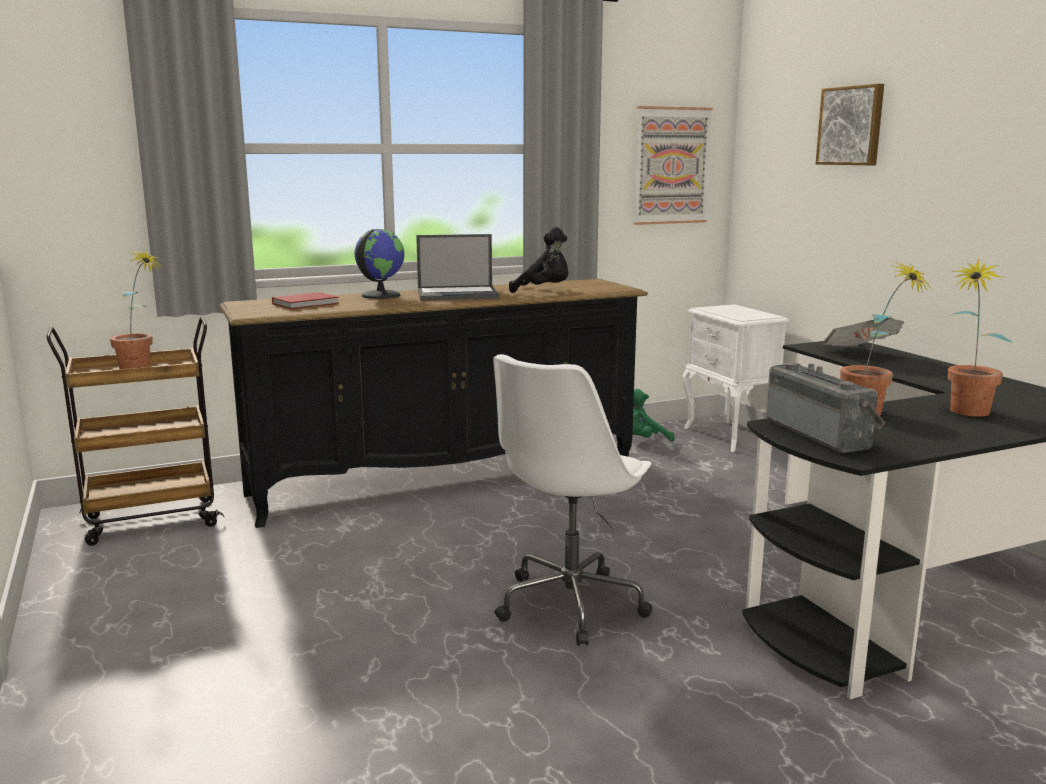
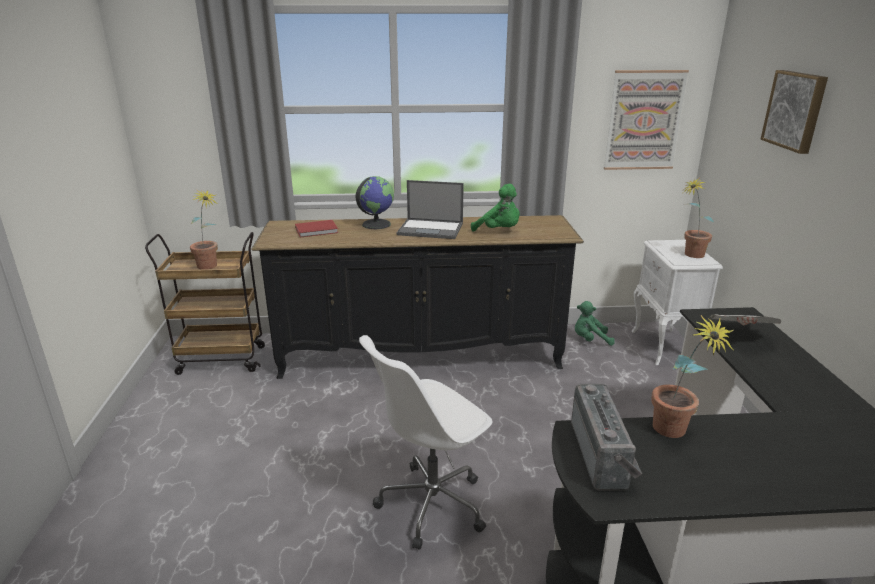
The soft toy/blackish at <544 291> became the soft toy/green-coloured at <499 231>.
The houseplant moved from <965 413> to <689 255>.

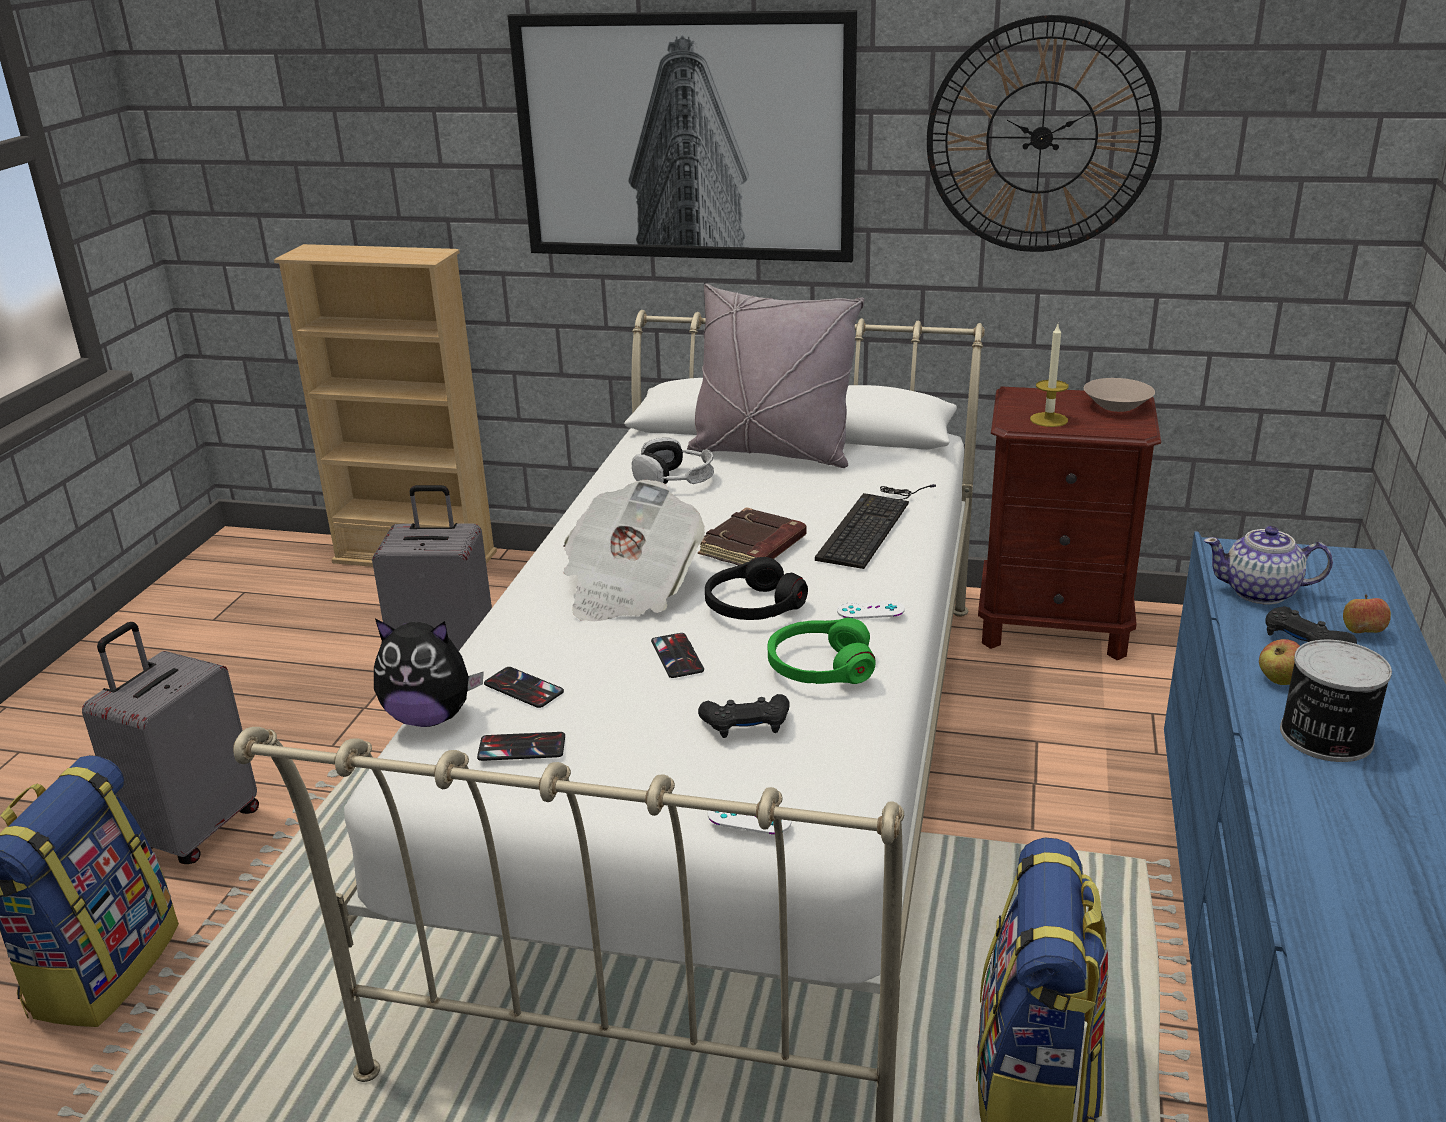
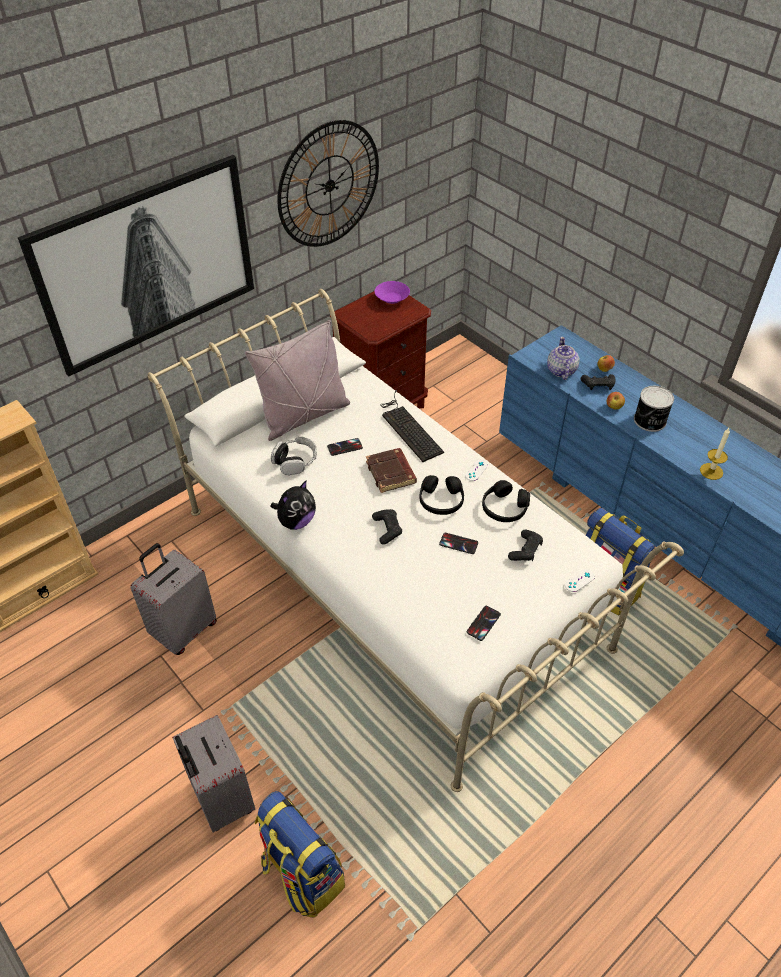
The soft toy moved from <430 717> to <296 521>.
The telephone moved from <523 688> to <345 447>.
The daily paper at <630 588> was replaced by the game controller/blackish at <387 529>.
The bowl/sand-coloured at <1116 406> became the bowl/purplish at <391 299>.
The headset/green-coloured at <820 667> became the headset/blackish at <504 508>.
The tea pot at <1261 592> turned 135 degrees clockwise.
The candle moved from <1049 420> to <711 471>.

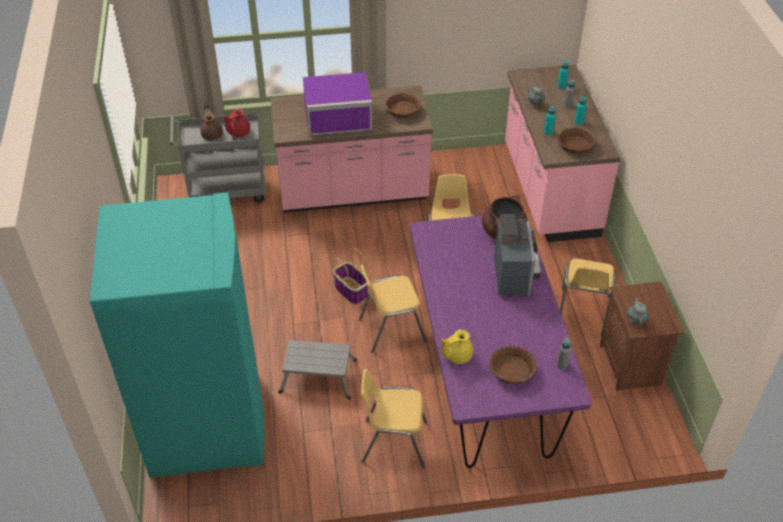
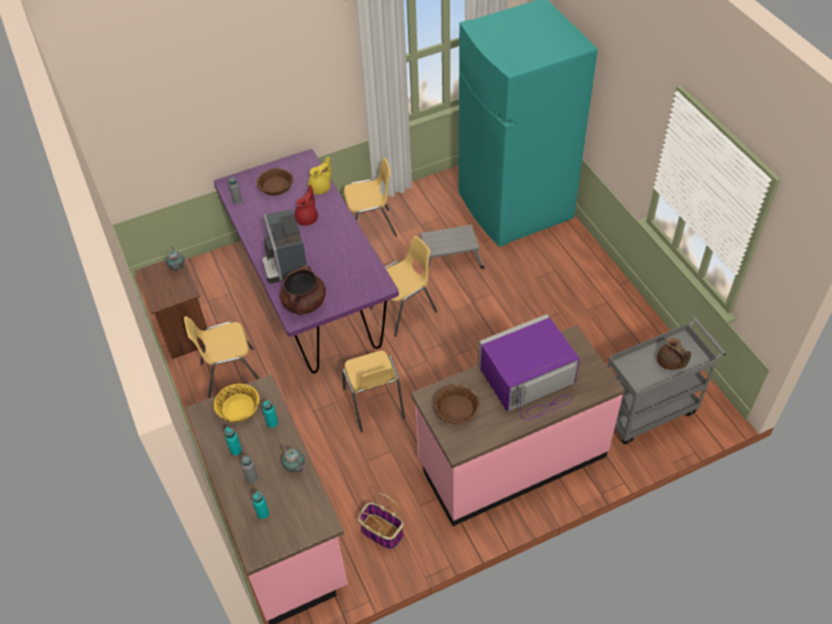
The upright chair/yellowish at <582 313> turned 105 degrees counterclockwise.
The bowl/brownish at <575 146> became the bowl/yellowish at <238 409>.
The tea pot/red moved from <238 132> to <308 218>.
The storage basket moved from <352 291> to <381 532>.

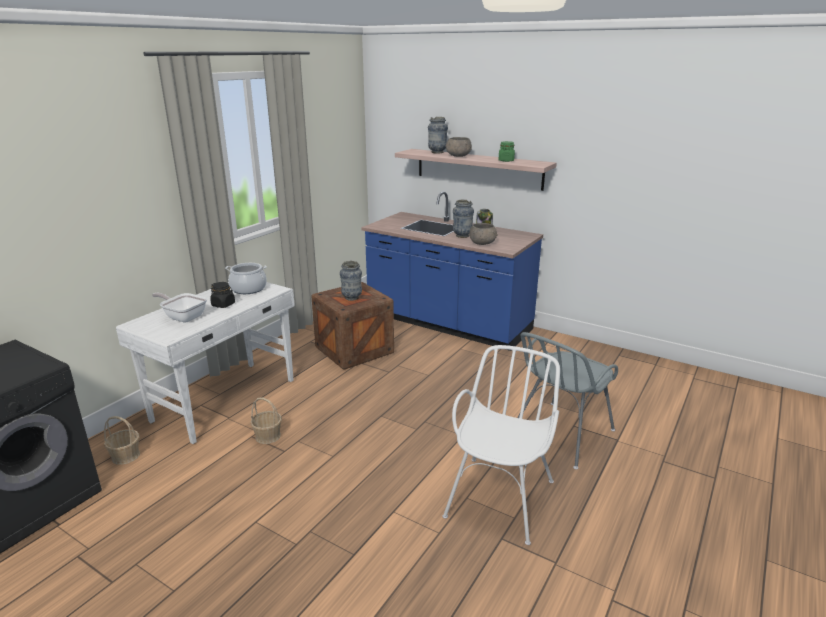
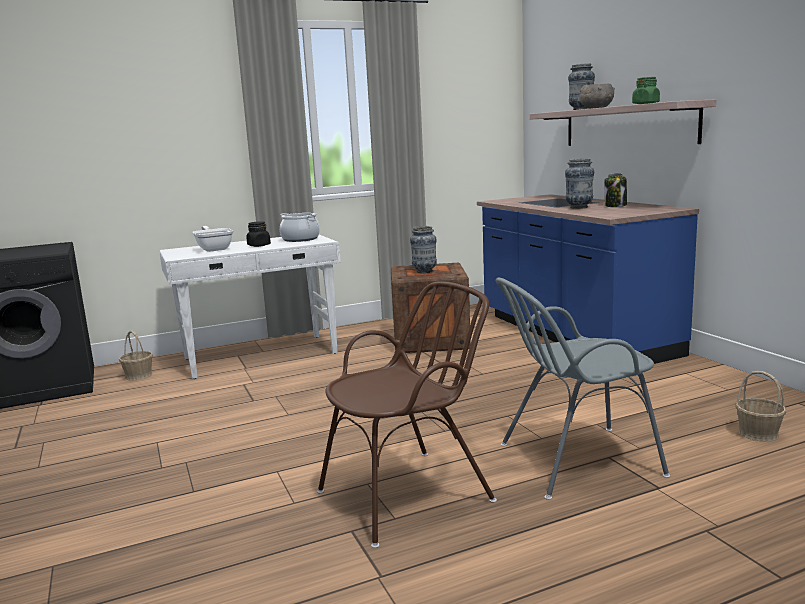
The upright chair/white-coloured at <500 494> became the upright chair/brownish at <410 492>.
The storage basket moved from <268 436> to <758 433>.
The bowl/grey at <483 243> disappeared.

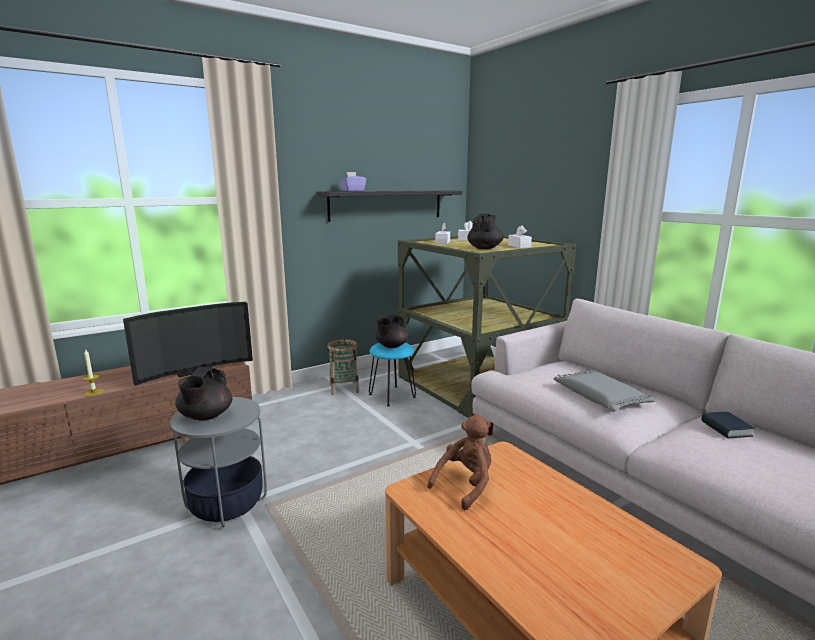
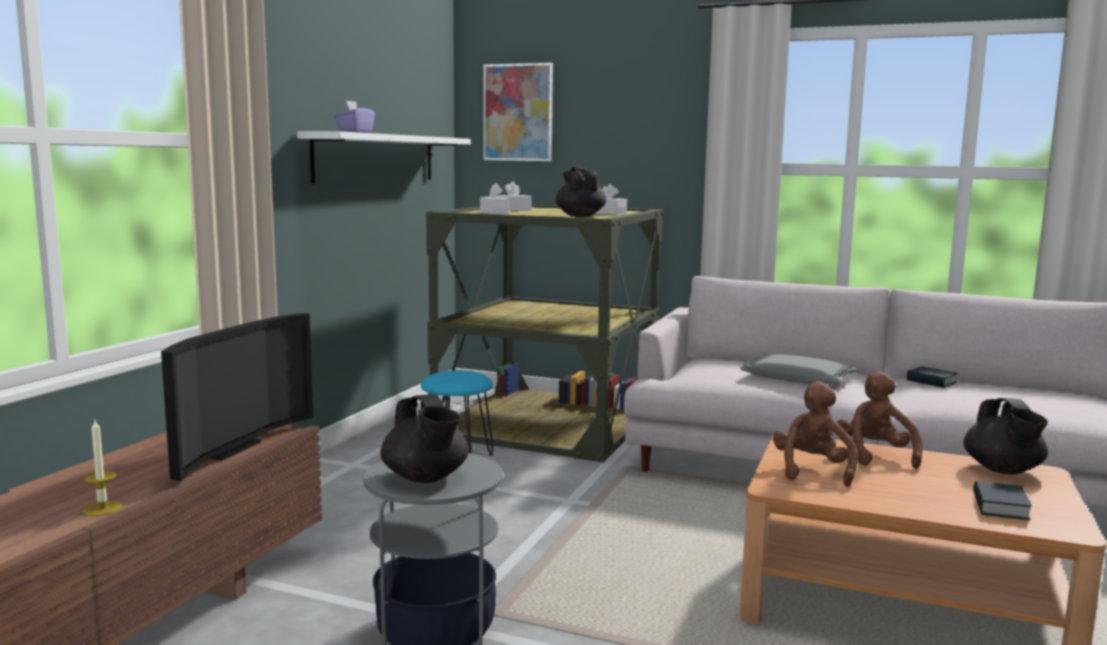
The shelf/blackish at <387 205> became the shelf/white-coloured at <376 158>.
The wall art at <518 112> appeared.
The soft toy/brownish at <875 456> appeared.
The tea pot/blackish moved from <391 346> to <1003 470>.
The bound book at <1000 507> appeared.
The storage basket at <344 388> disappeared.

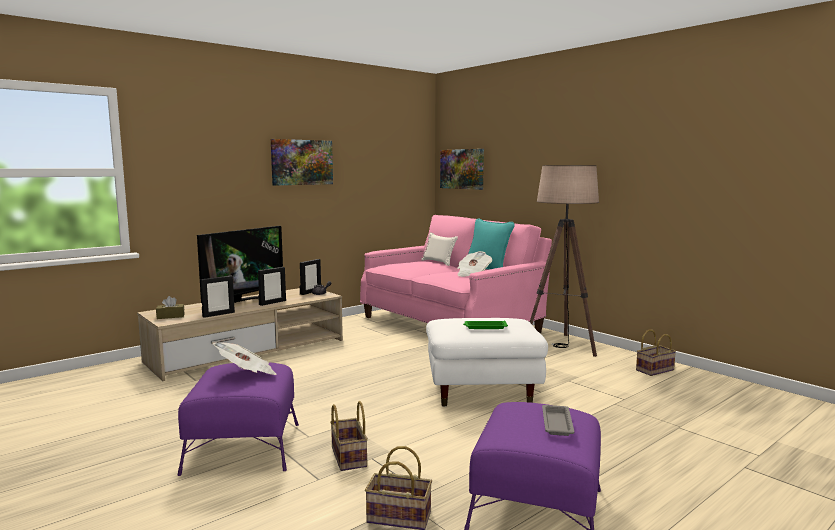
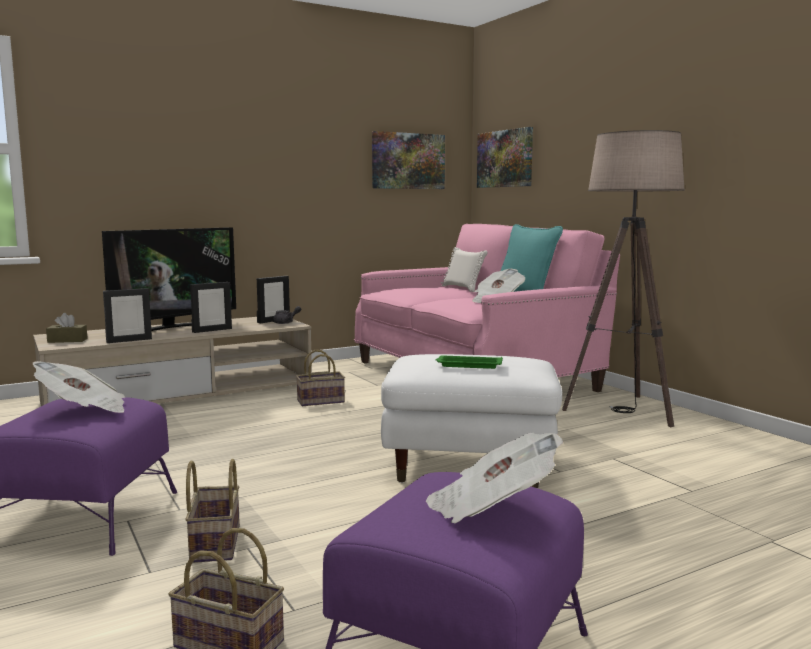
The storage basket moved from <655 370> to <321 401>.
The wall art moved from <302 162> to <408 161>.
The serving tray/grey at <557 423> was replaced by the daily paper at <491 509>.

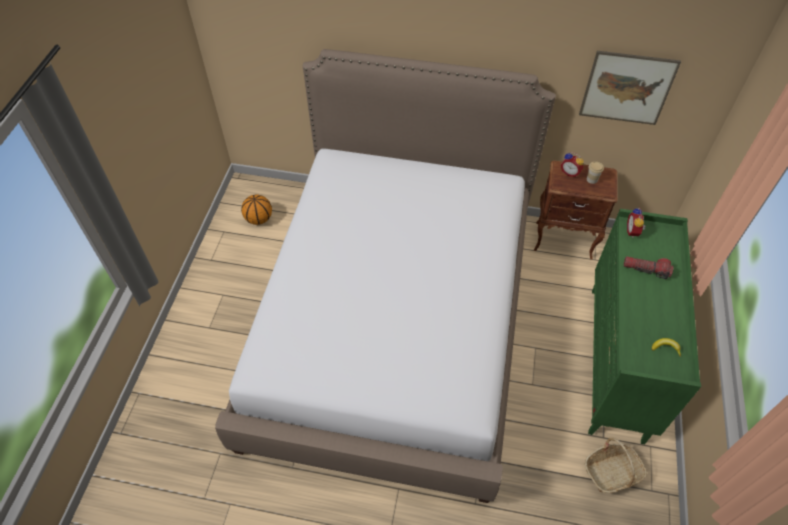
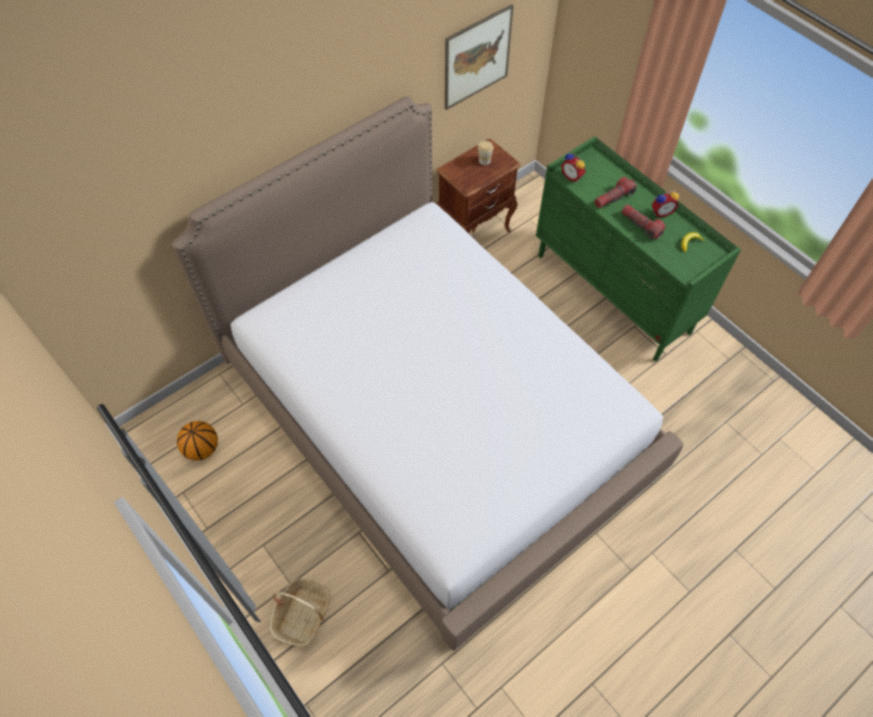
The storage basket moved from <612 472> to <302 615>.
The hand torch at <641 225> appeared.
The table clock moved from <570 172> to <661 212>.

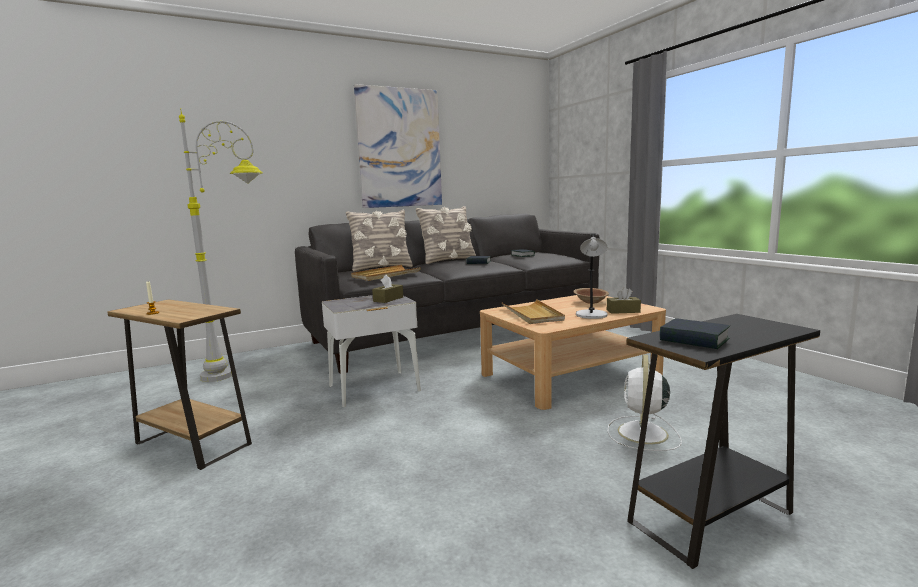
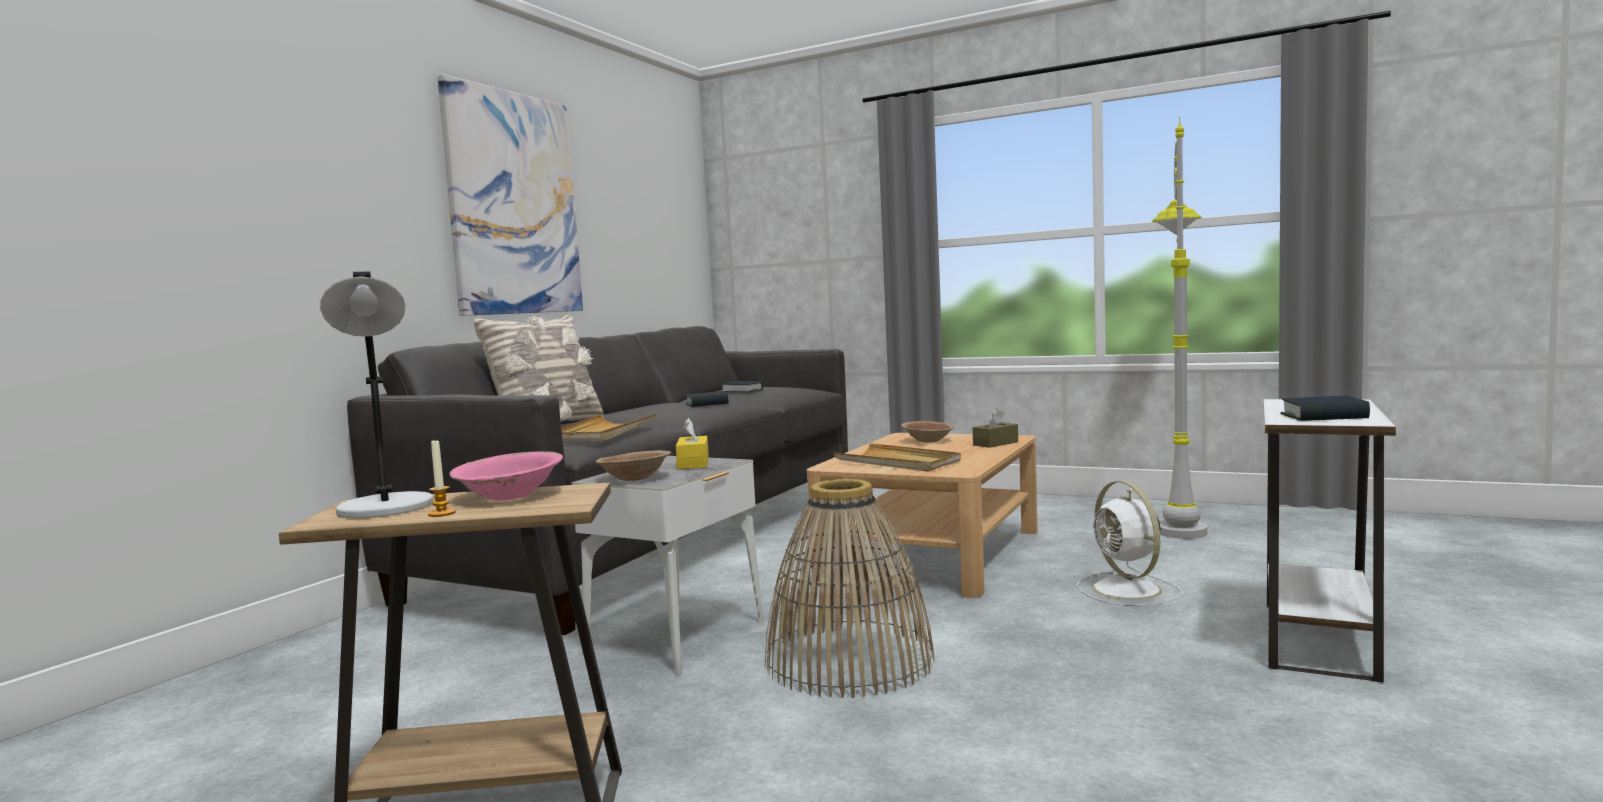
The lamp for a table/grey moved from <591 315> to <386 509>.
The bowl/pinkish at <509 495> appeared.
The bowl/brownish at <634 478> appeared.
The tissue holder/brownish at <388 299> became the tissue holder/yellowish at <693 463>.
The storage basket at <849 660> appeared.
The floor lamp/grey moved from <244 370> to <1179 522>.
The side table/blackish at <710 517> became the side table/white-coloured at <1318 640>.
The cushion/sand-coloured at <448 261> disappeared.

